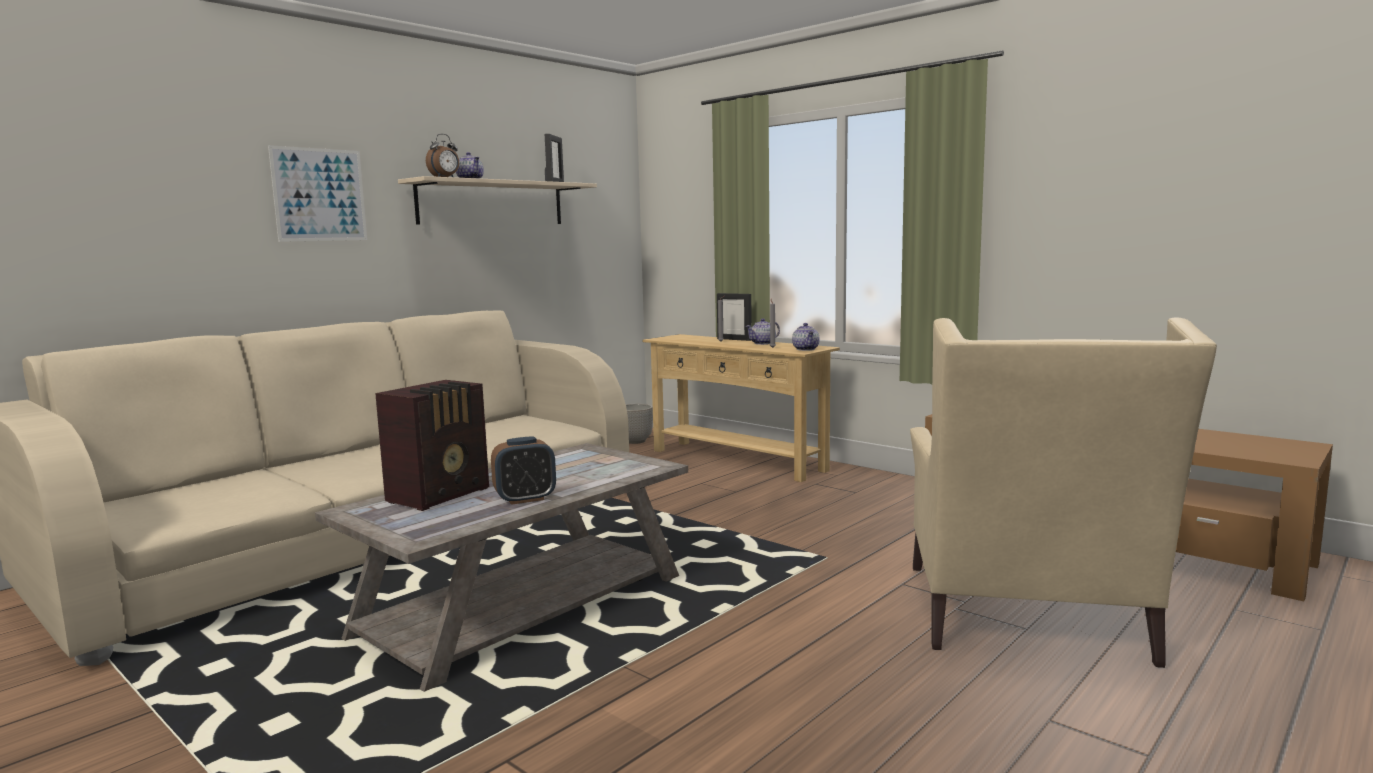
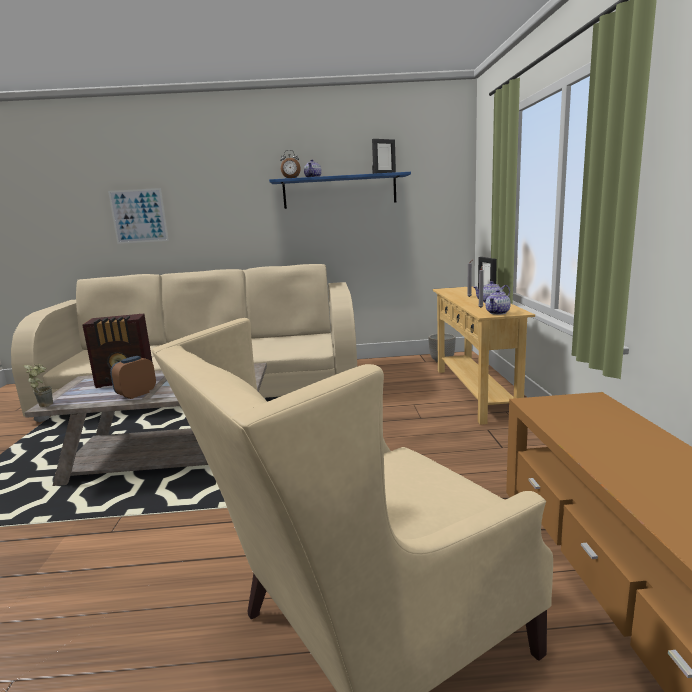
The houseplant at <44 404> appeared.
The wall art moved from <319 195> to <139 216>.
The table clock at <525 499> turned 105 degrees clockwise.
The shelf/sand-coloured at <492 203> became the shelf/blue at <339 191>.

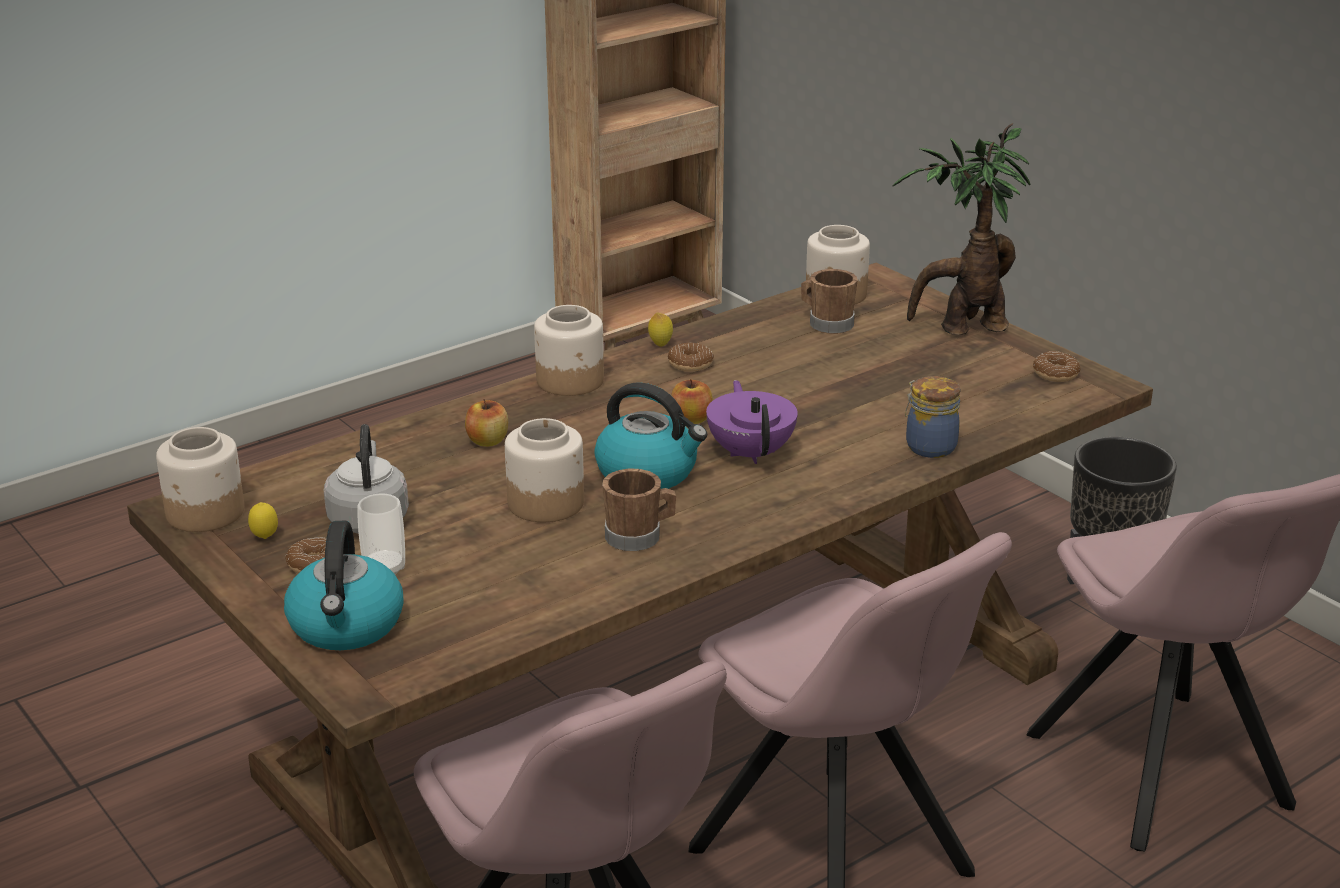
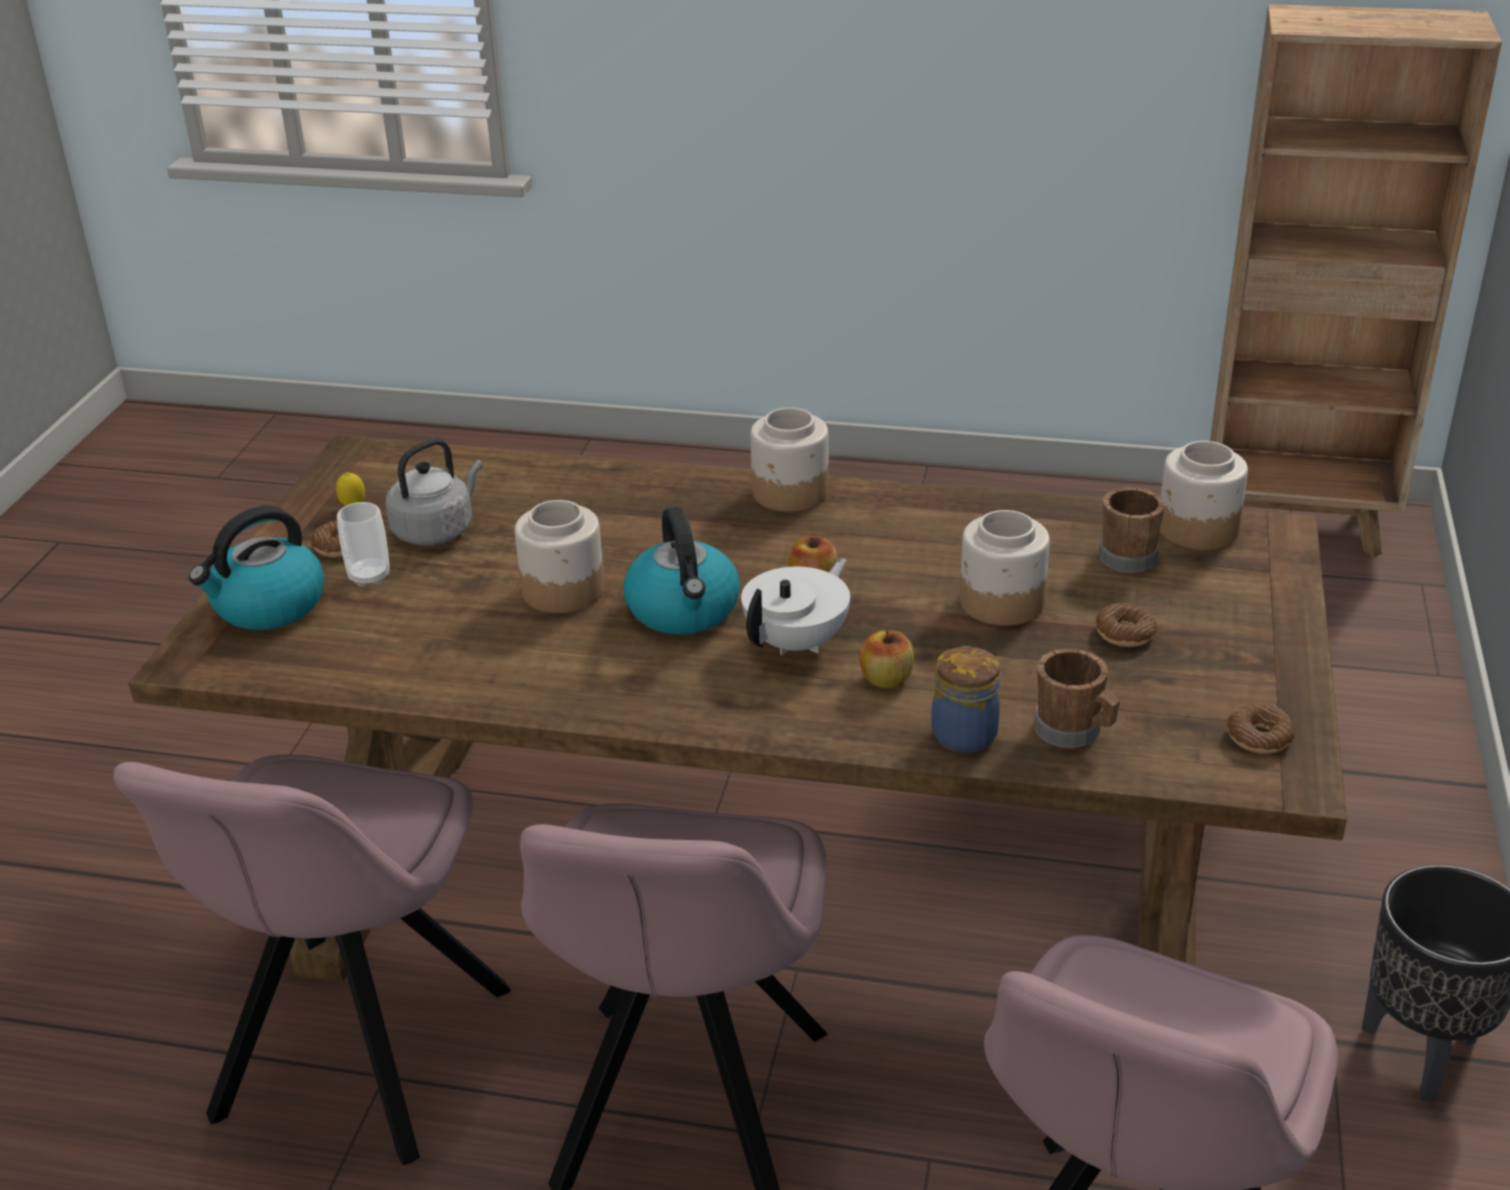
The tea pot/purplish at <751 452> became the tea pot/white-coloured at <798 642>.
The whole apple moved from <487 441> to <886 679>.
The storage jar moved from <205 513> to <1001 603>.
The mug/brownish moved from <639 537> to <1074 732>.
The ring doughnut moved from <690 364> to <1125 634>.
The citrus fruit at <660 344> disappeared.
The houseplant at <963 327> disappeared.

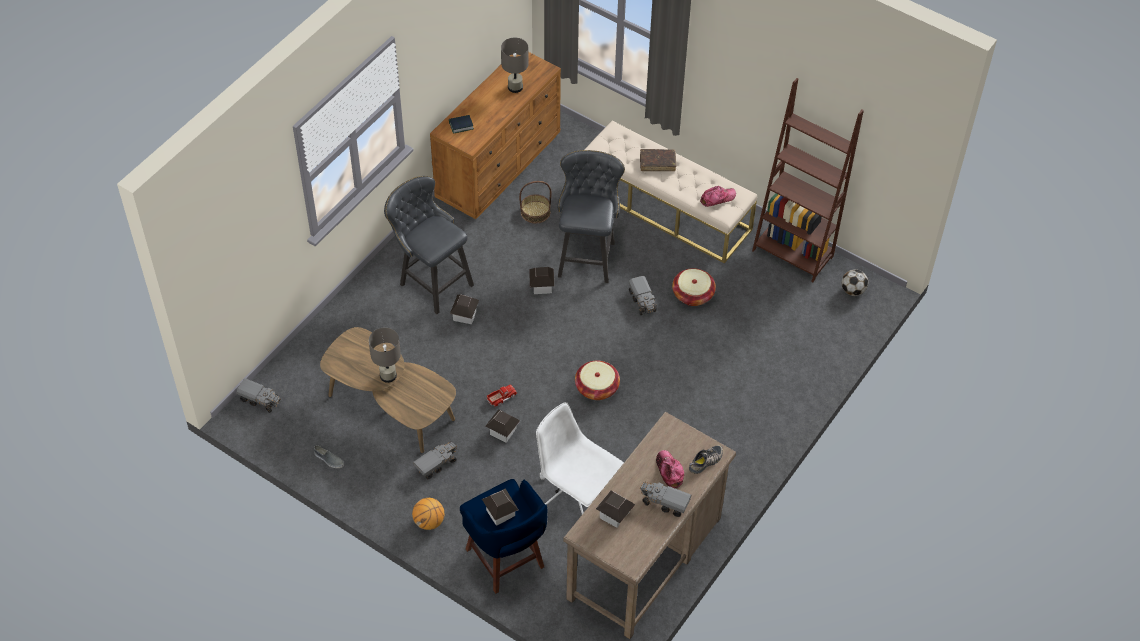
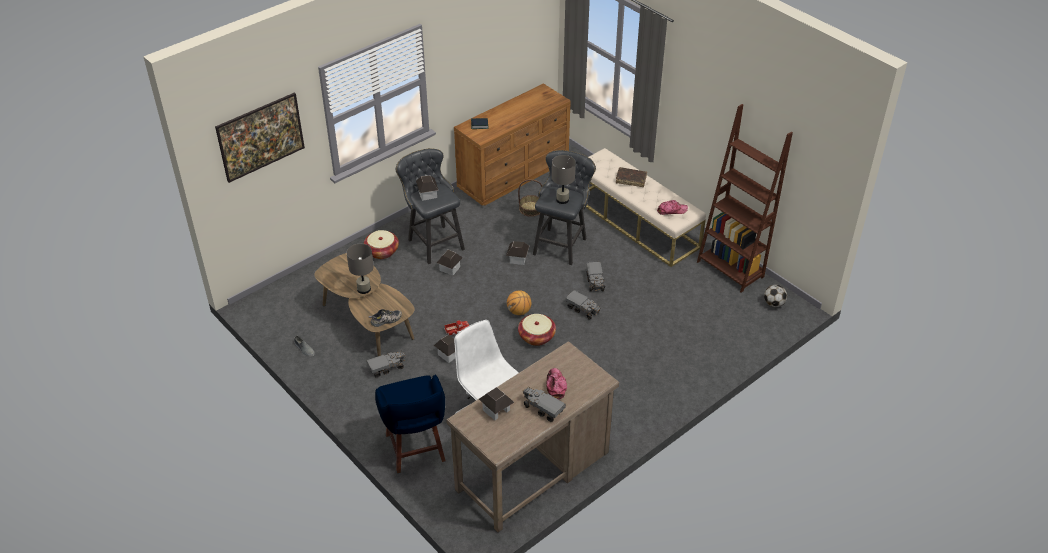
The wall art at <263 150> appeared.
The storage basket moved from <693 294> to <382 251>.
The low shoe moved from <706 462> to <386 320>.
The toy house moved from <500 512> to <428 194>.
The basketball ball moved from <429 522> to <519 311>.
The lamp for a table/grey moved from <515 87> to <562 200>.
The model truck moved from <260 400> to <583 310>.

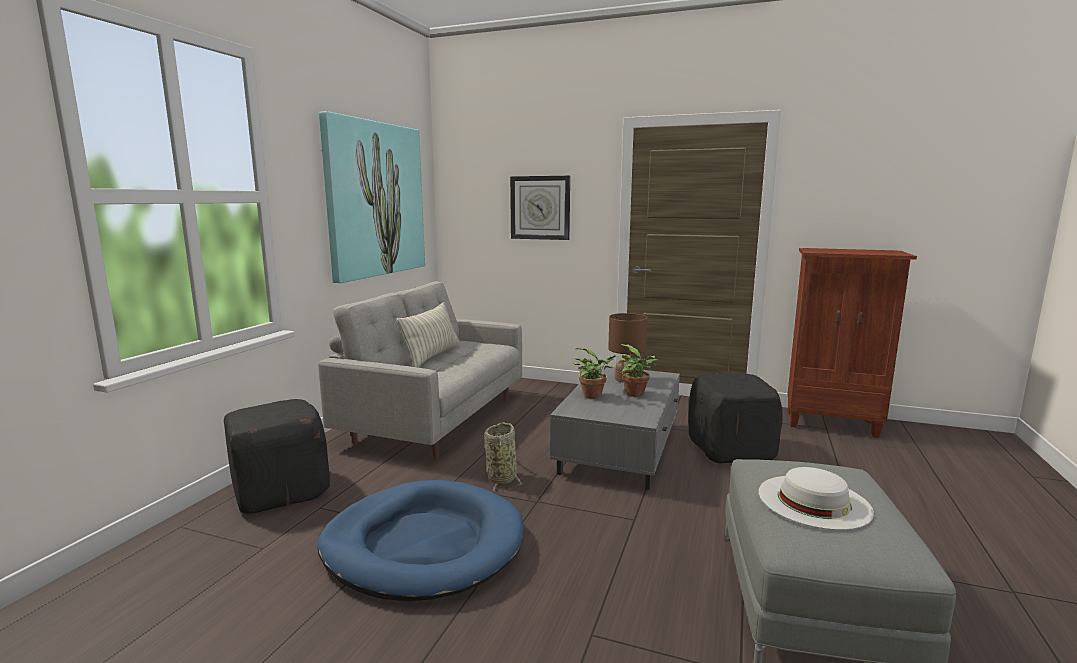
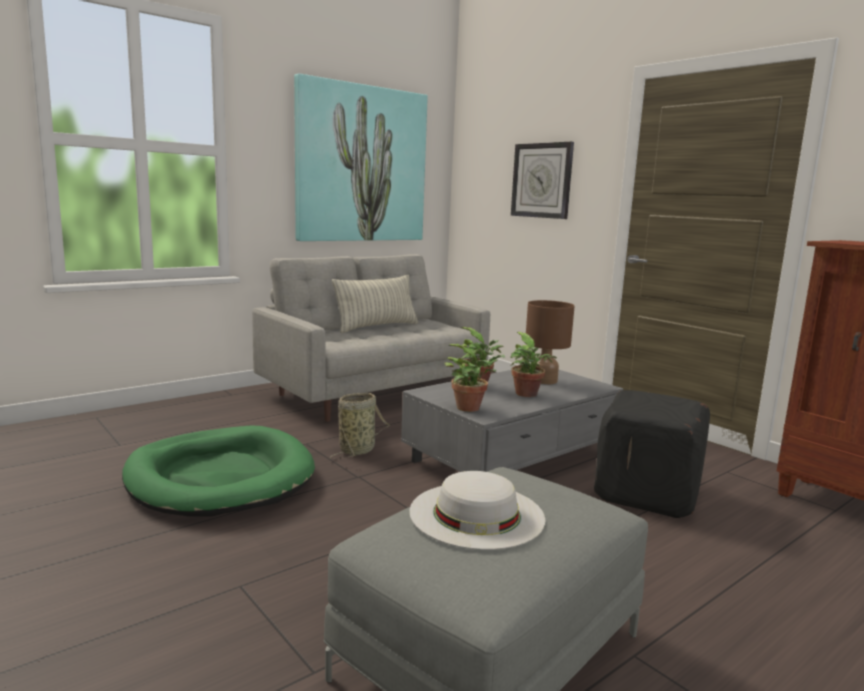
The dog bed/blue at <423 545> became the dog bed/green-coloured at <220 477>.
The houseplant at <471 408> appeared.
The pouffe/blackish at <280 491> disappeared.

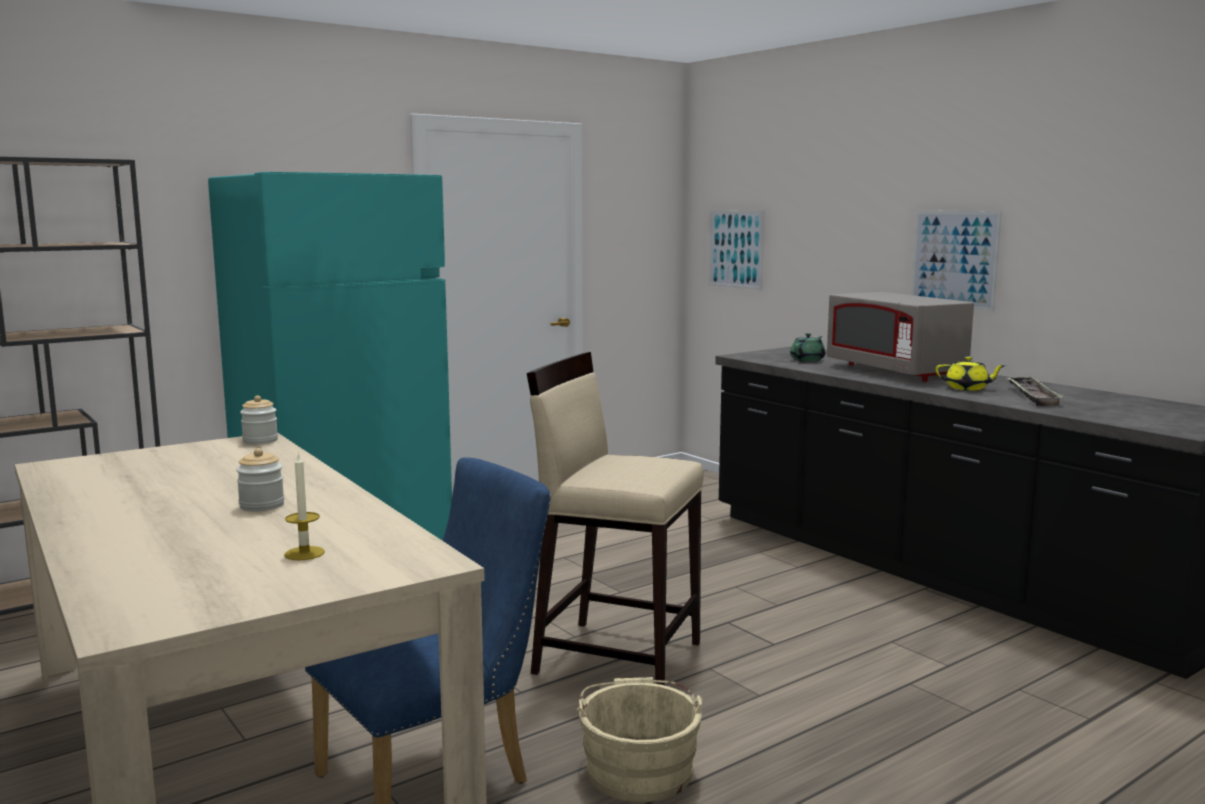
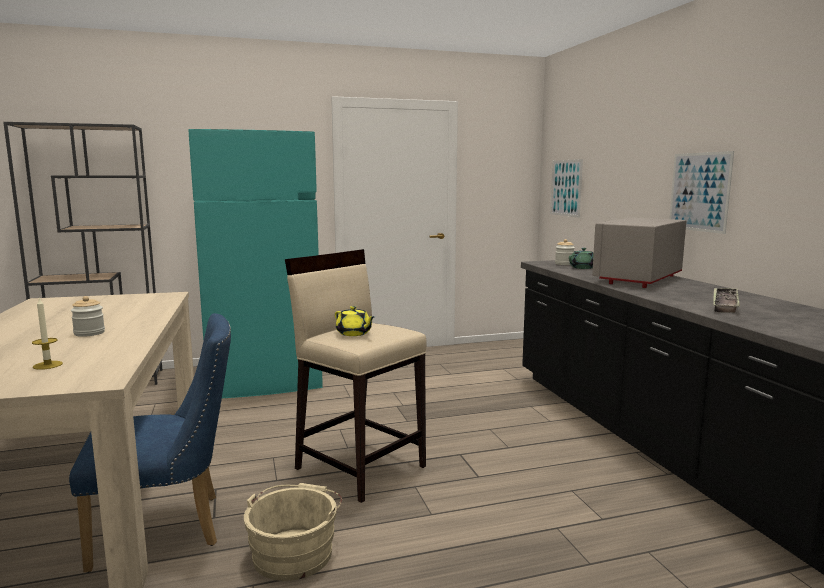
The tea pot/yellowish moved from <967 388> to <354 333>.
The storage jar moved from <260 441> to <564 264>.
The kitchen microwave/grey at <895 371> turned 45 degrees clockwise.

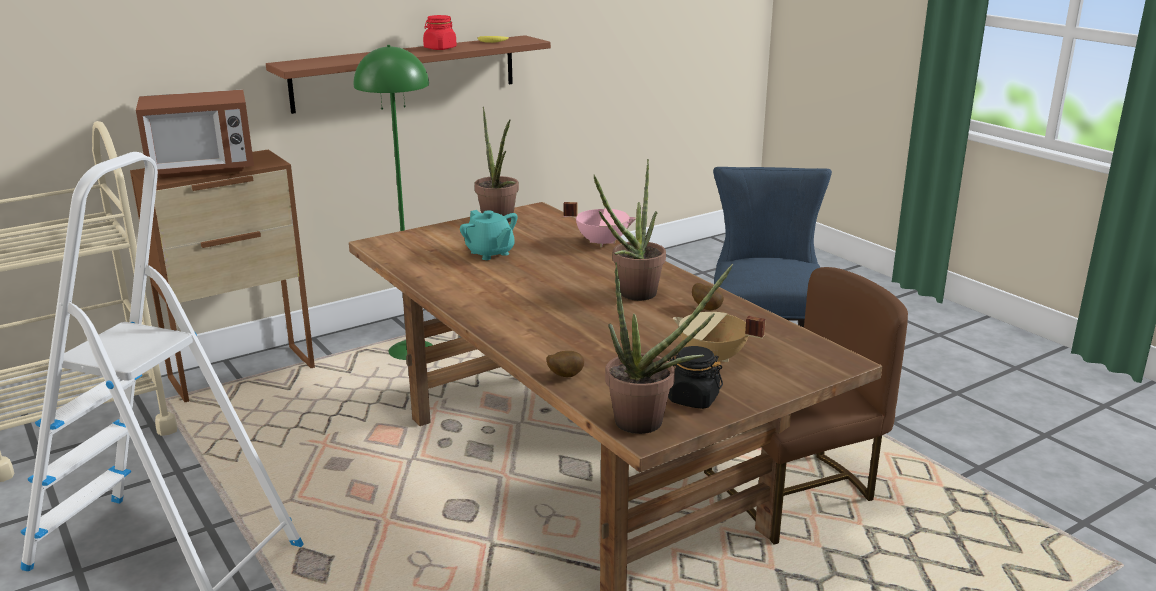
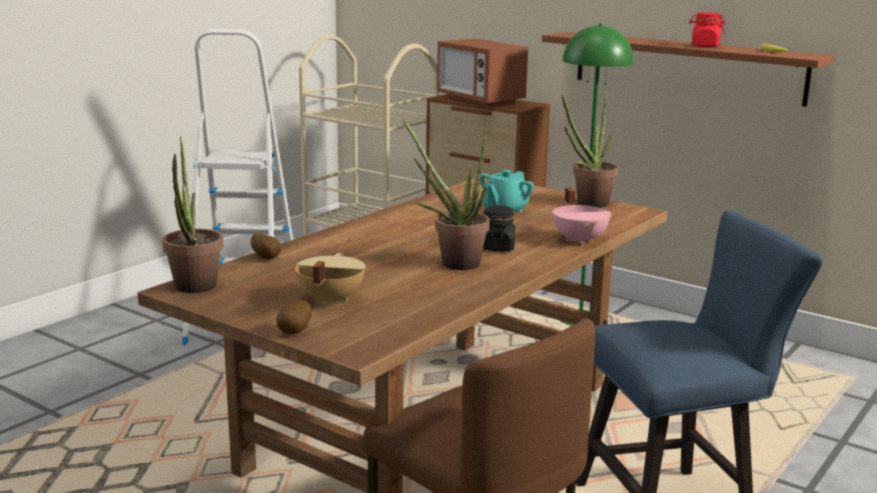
The spud moved from <707 308> to <296 332>.
The storage jar/blackish moved from <693 399> to <497 247>.

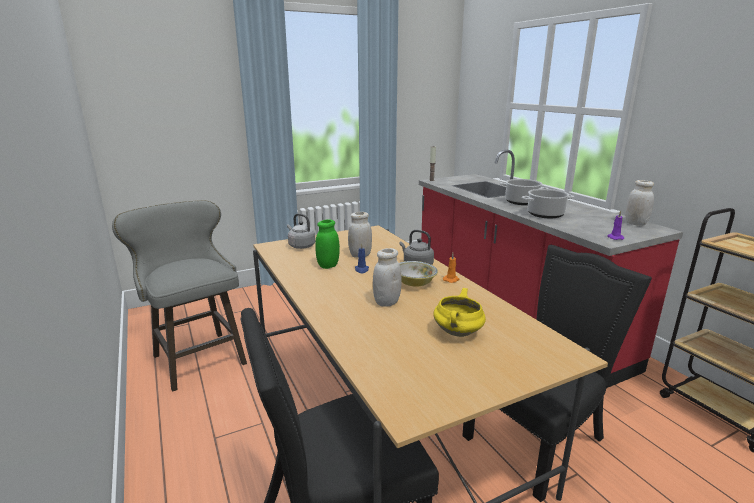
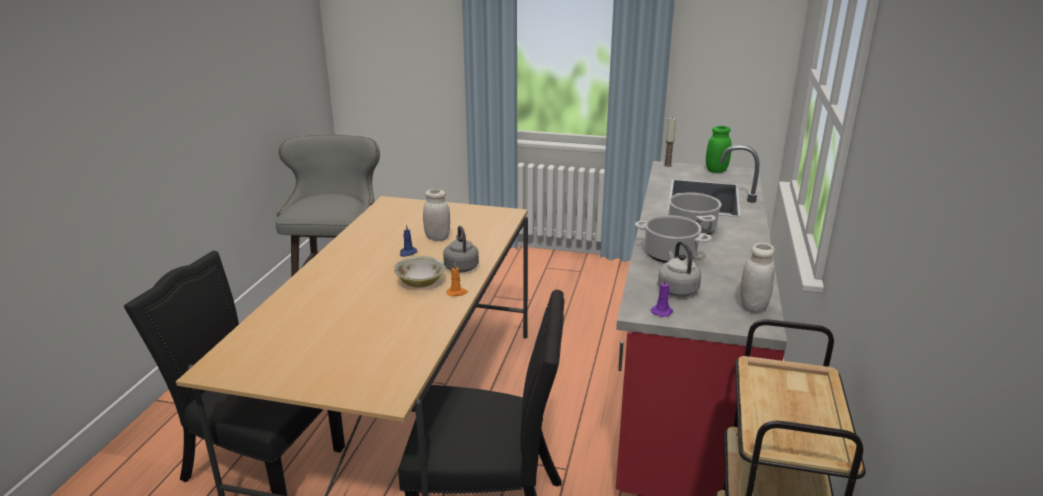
The water kettle/grey moved from <301 246> to <677 289>.
The storage jar/green-coloured moved from <328 265> to <716 171>.
The storage jar/white-coloured at <386 302> disappeared.
The stockpot/yellowish at <458 333> disappeared.

